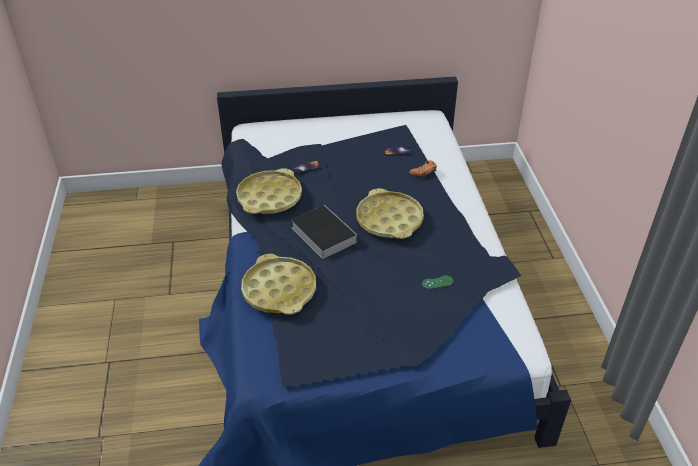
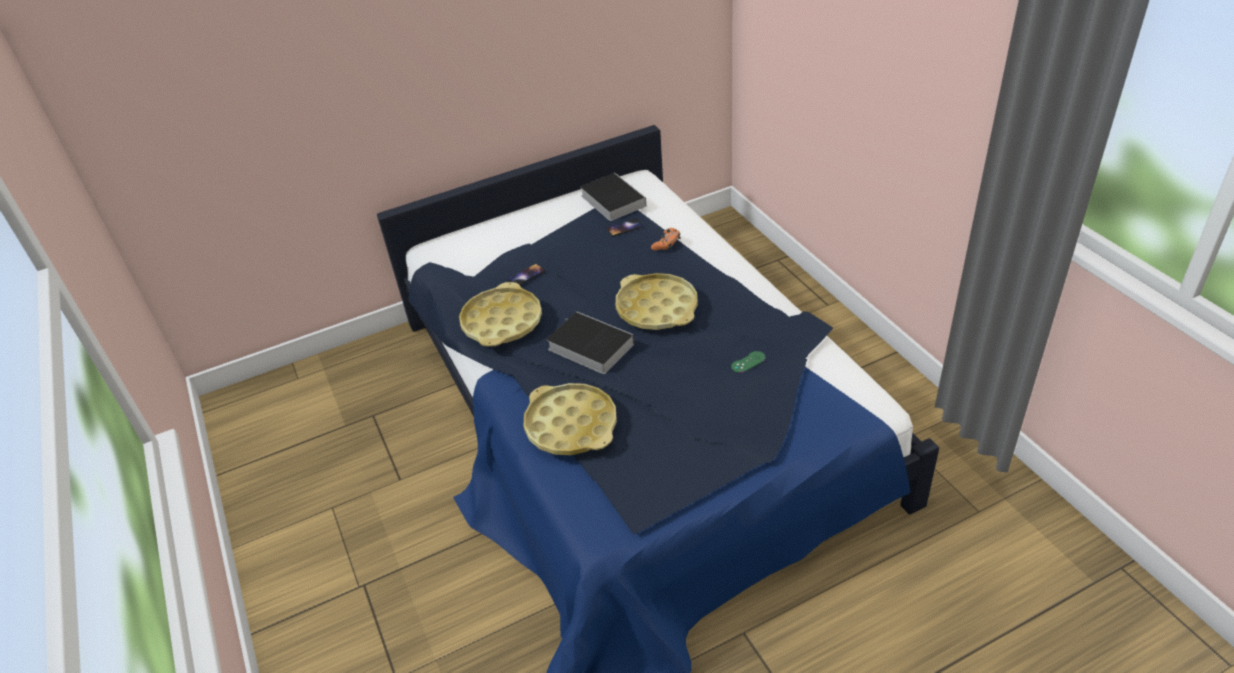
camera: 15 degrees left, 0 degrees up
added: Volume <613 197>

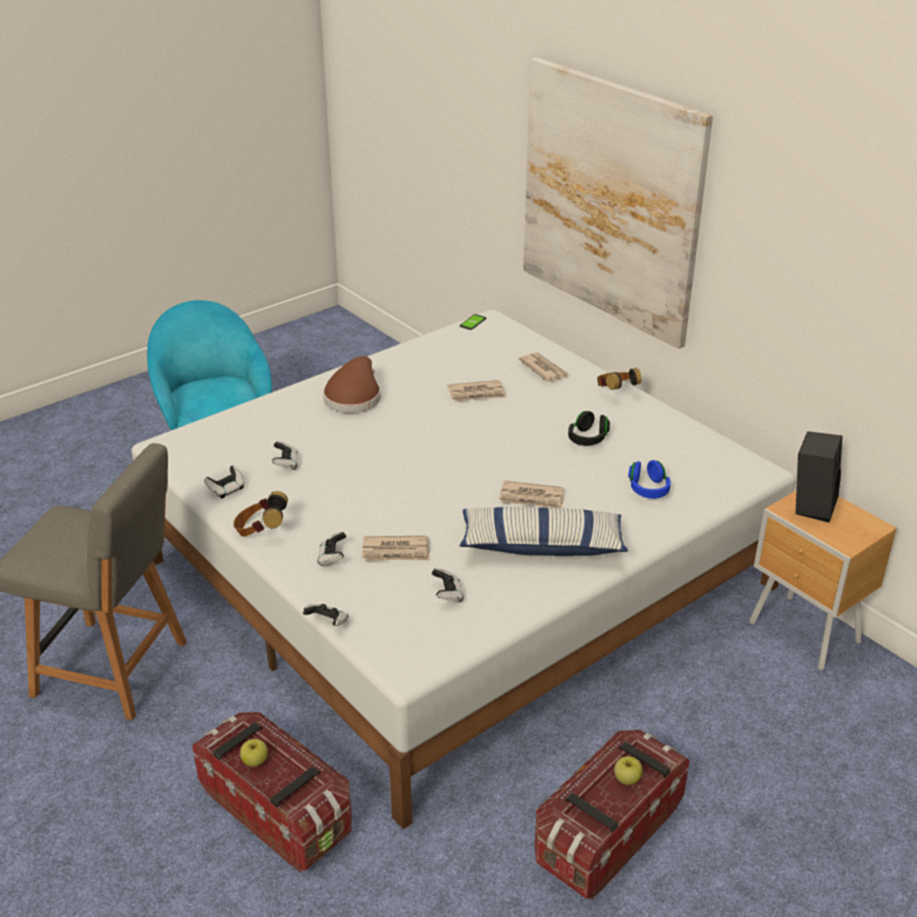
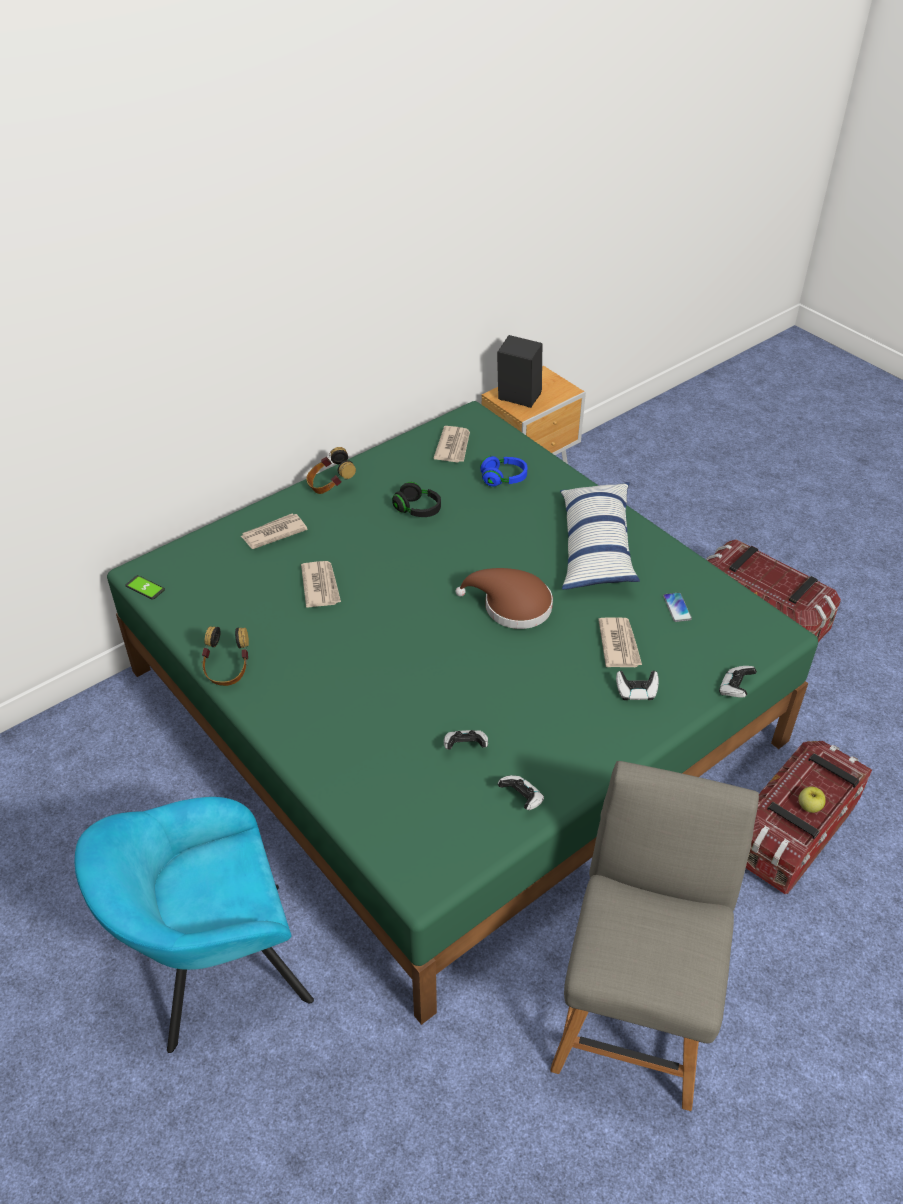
camera: 90 degrees left, 10 degrees up
removed: WallPicture <618 203>; Apple <628 770>
moved: Headset <261 514> to <225 656>; BrownColouredHat <352 384> to <504 598>; Newspaper <531 494> to <451 444>
replaced: Gamepad <448 585> to Phone <677 607>
recoloured: WhitishBed <463 569> to GreenColouredBed <462 713>

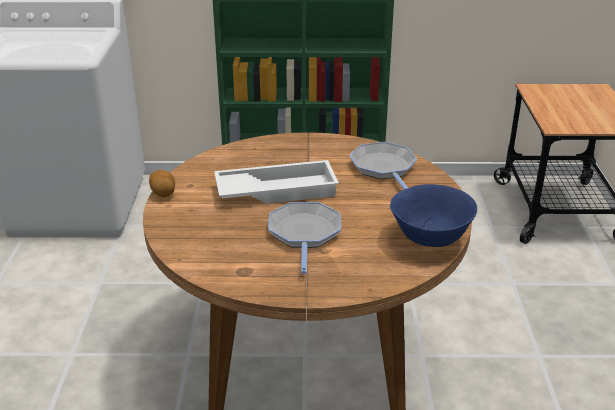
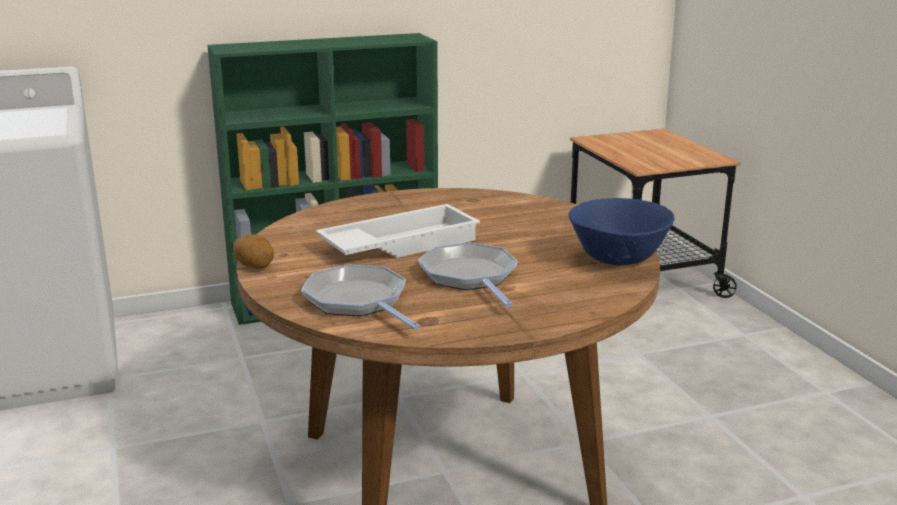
camera: 20 degrees left, 10 degrees down
moved: FryingPan <383 165> to <360 297>

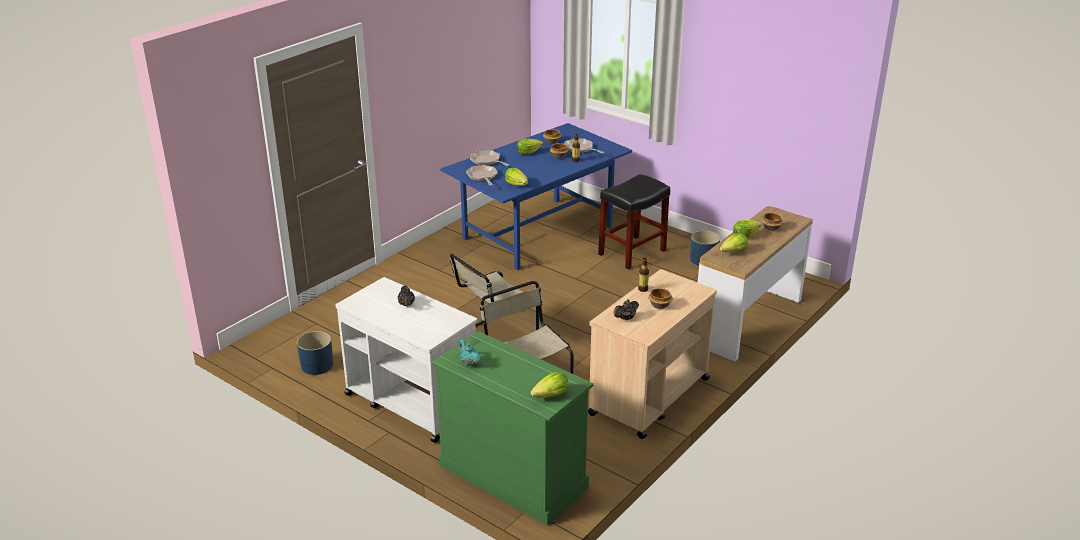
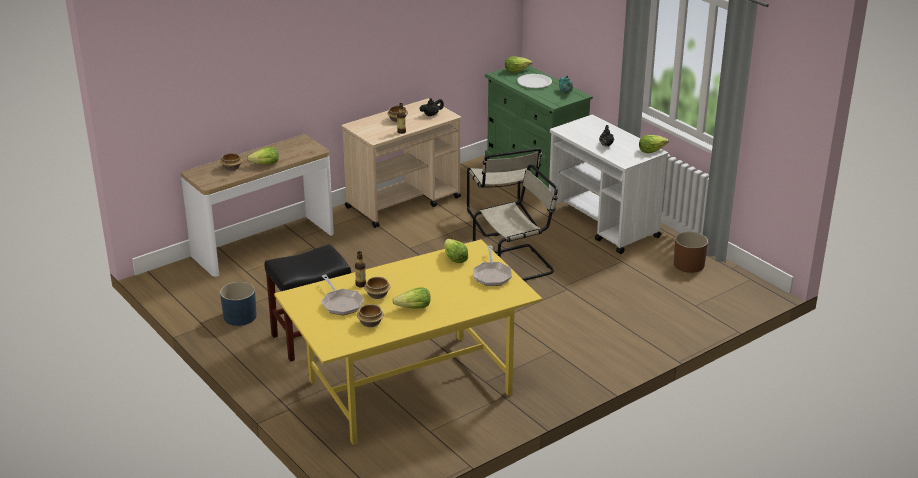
camera: 165 degrees left, 0 degrees up
removed: FryingPan <489 158>
added: WhitishPlate <534 81>
moved: HeadOfLettuce <734 243> to <654 144>
recoloured: BlueFlowerPot <315 353> to BrownColouredFlowerPot <691 252>; BlueDiningTable <536 196> to YellowishDiningTable <408 342>

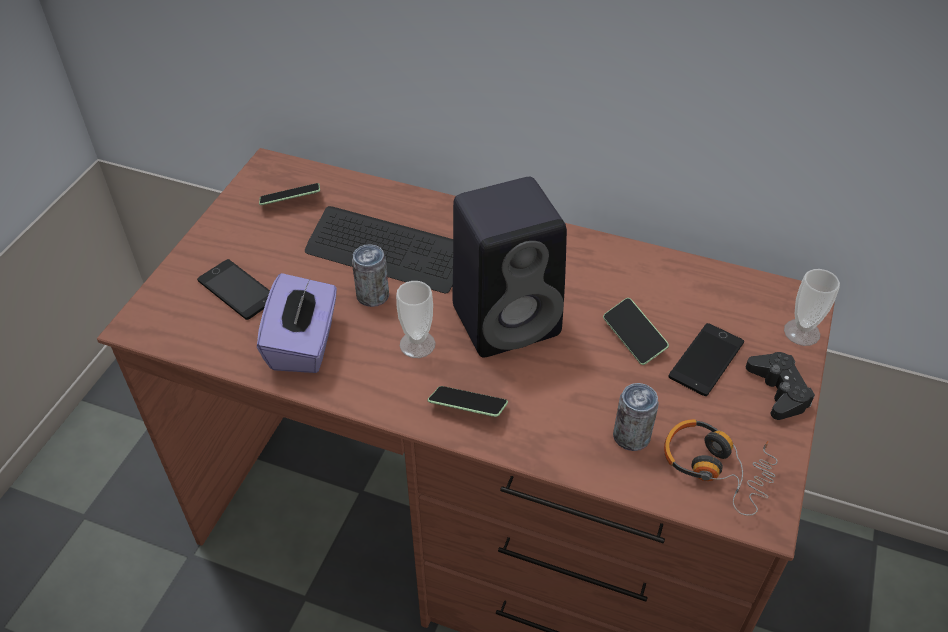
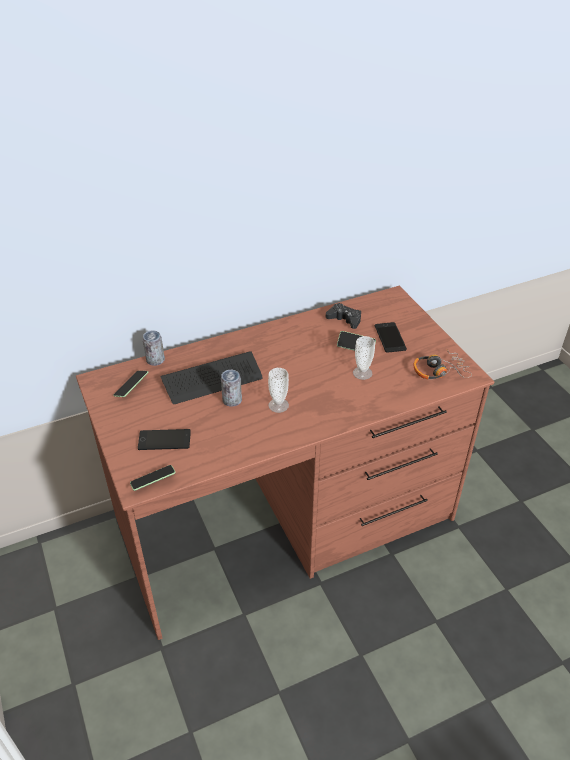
camera: 45 degrees left, 5 degrees down
removed: PurpleTissueHolder <297 323>; BlackLoudspeaker <509 267>
moved: Phone <468 401> to <153 478>; SealedCan <636 417> to <154 348>; BlackGamepad <780 386> to <343 316>; DrinkingCup <812 307> to <364 358>

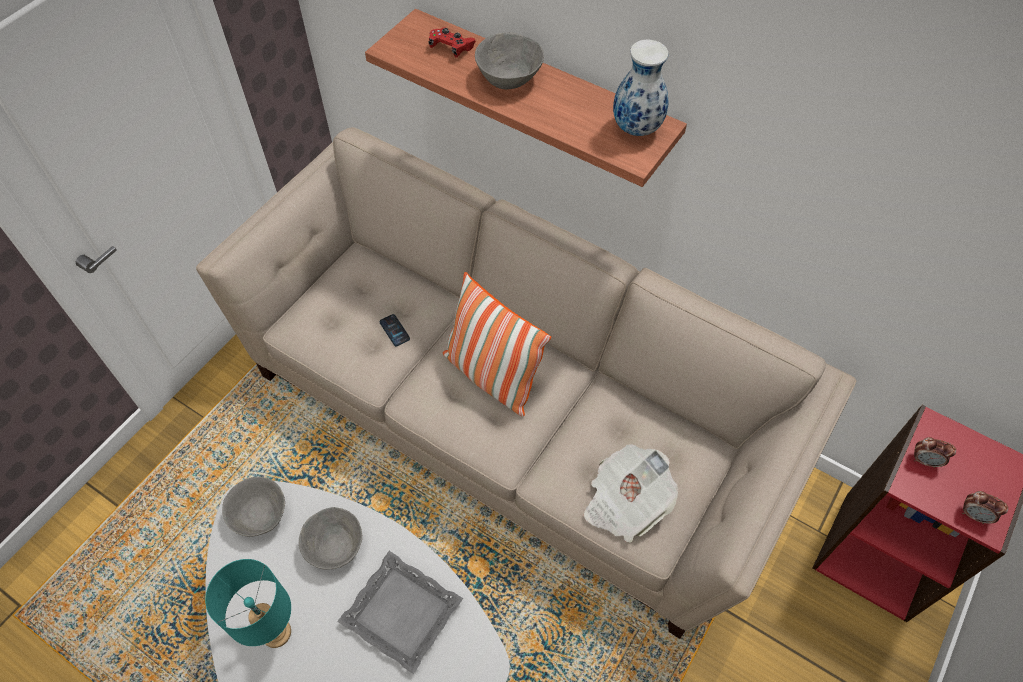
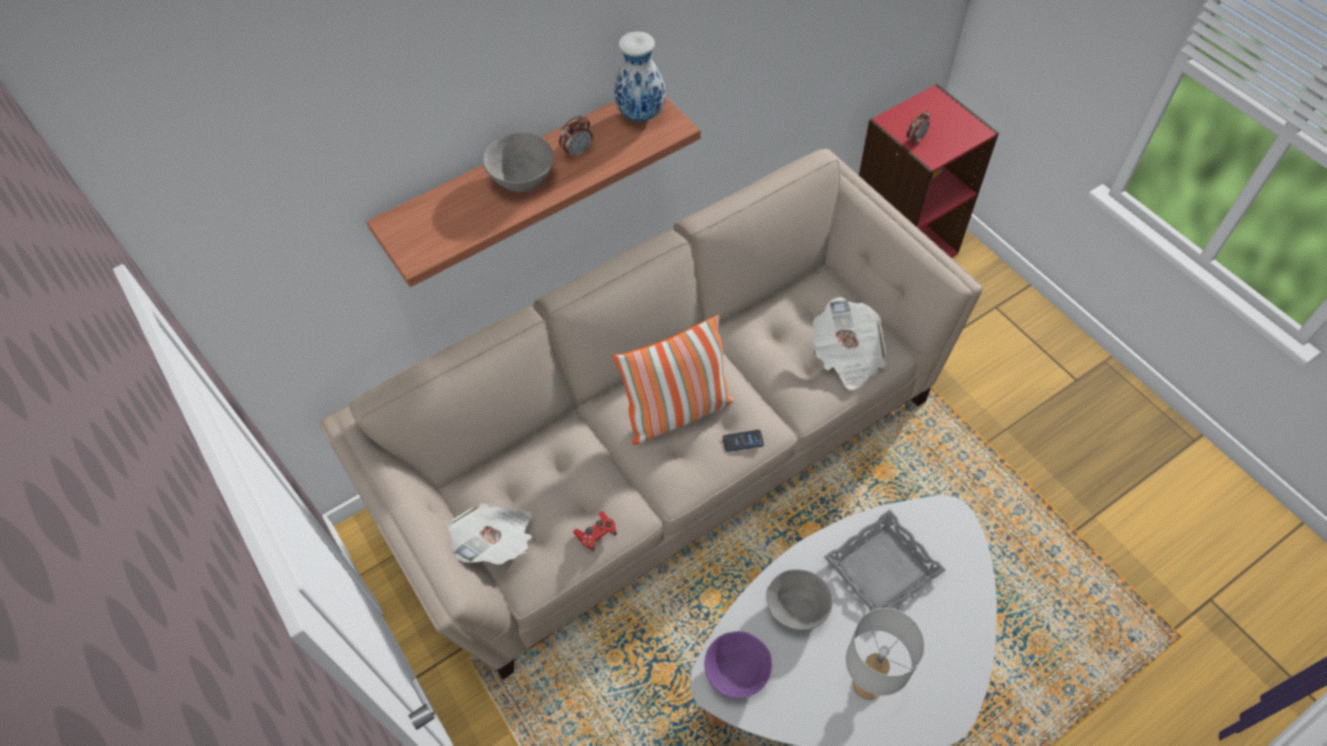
camera: 65 degrees left, 0 degrees up
added: Newspaper <488 534>
moved: Phone <394 330> to <743 441>; ReddishGamepad <452 42> to <595 531>; AlarmClock <985 507> to <576 138>
recoloured: TurquoiseColouredTableLamp <248 603> to GrayTableLamp <885 654>; GrayBowl <253 506> to PurpleBowl <738 664>

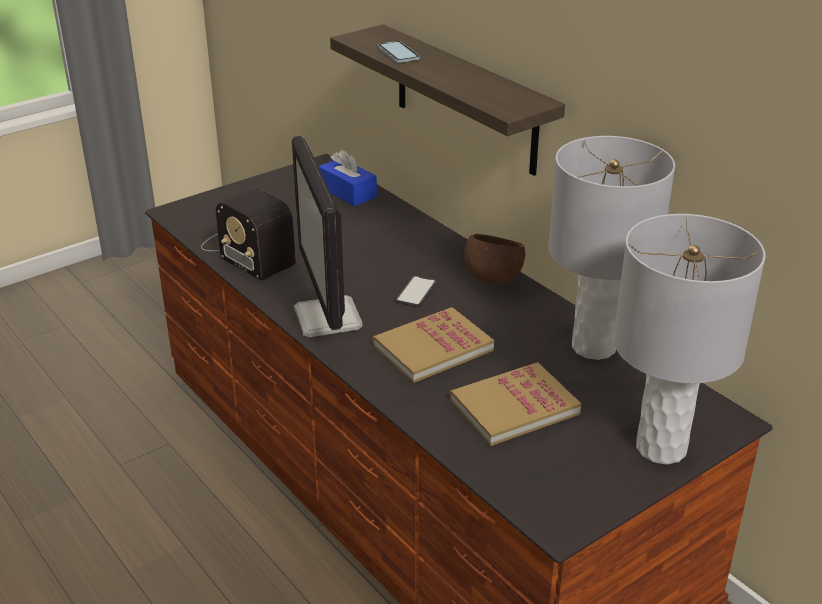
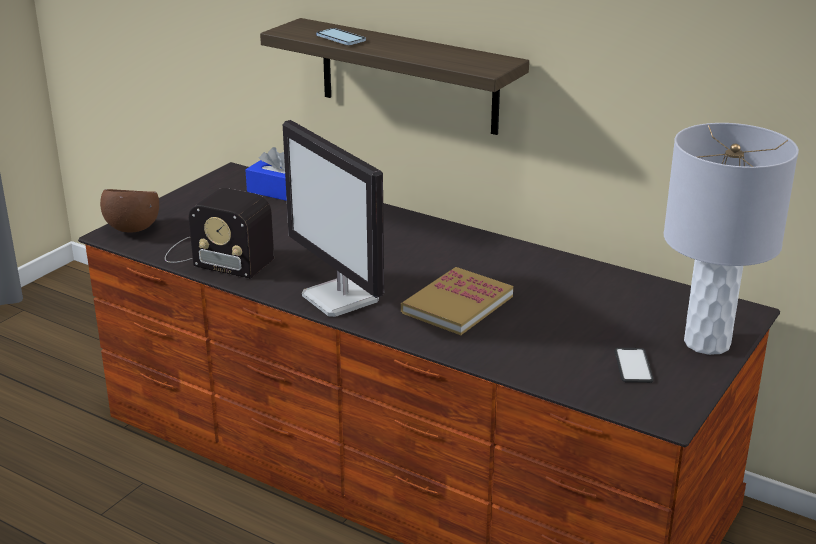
camera: 20 degrees left, 5 degrees down
removed: Volume <515 404>; GrayTableLamp <611 248>
moved: Phone <416 291> to <634 365>; BrownColouredBowl <494 259> to <129 211>

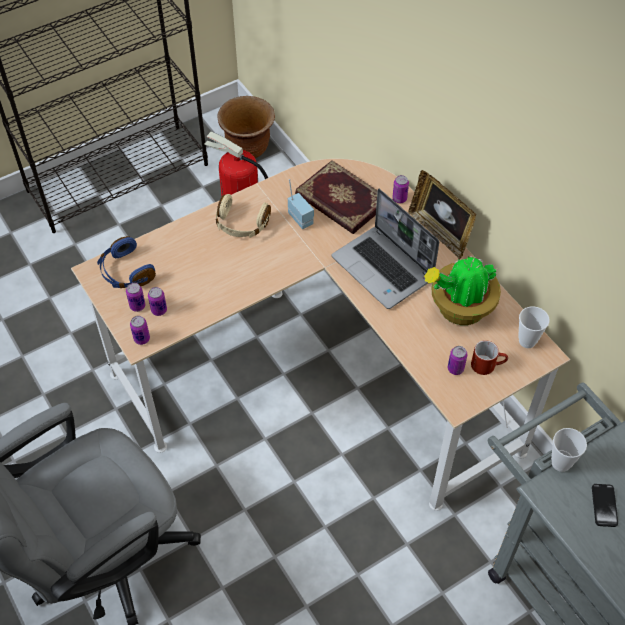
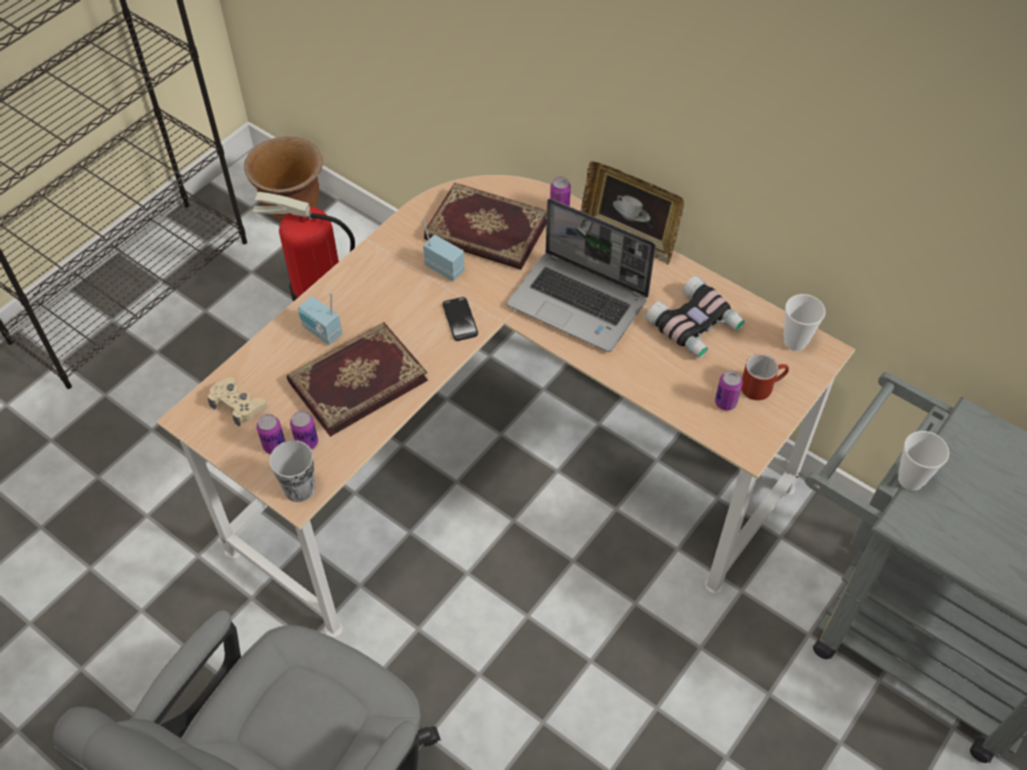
camera: 20 degrees left, 0 degrees up
removed: BeigeColouredHeadset <243 216>
added: Volume <357 379>; RadioSet <320 318>
moved: Phone <605 505> to <460 319>
replaced: BlueHeadset <126 262> to BeigeColouredGamepad <237 402>; SealedCan <140 330> to DrinkingCup <292 471>; Houseplant <462 290> to PairOfBinoculars <695 317>

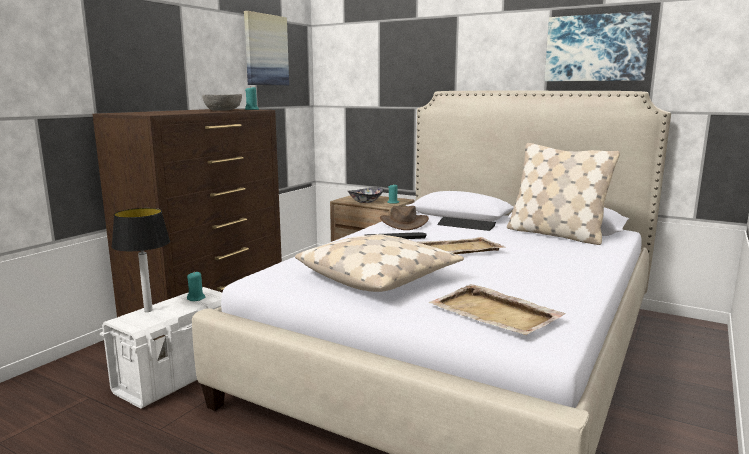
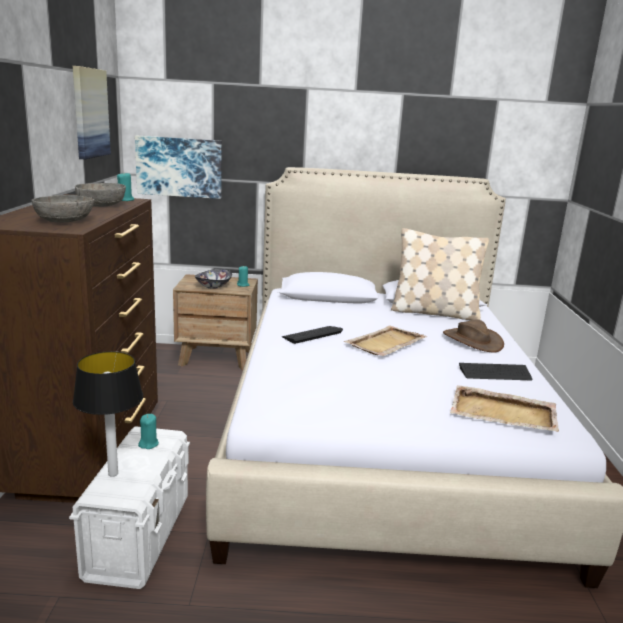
camera: 30 degrees left, 5 degrees up
removed: BeigeColouredThrowPillow <379 263>
added: GrayBowl <63 208>
moved: BrownColouredHat <404 218> to <473 336>; ComputerKeyboard <467 224> to <495 371>; WallPicture <598 46> to <178 167>

